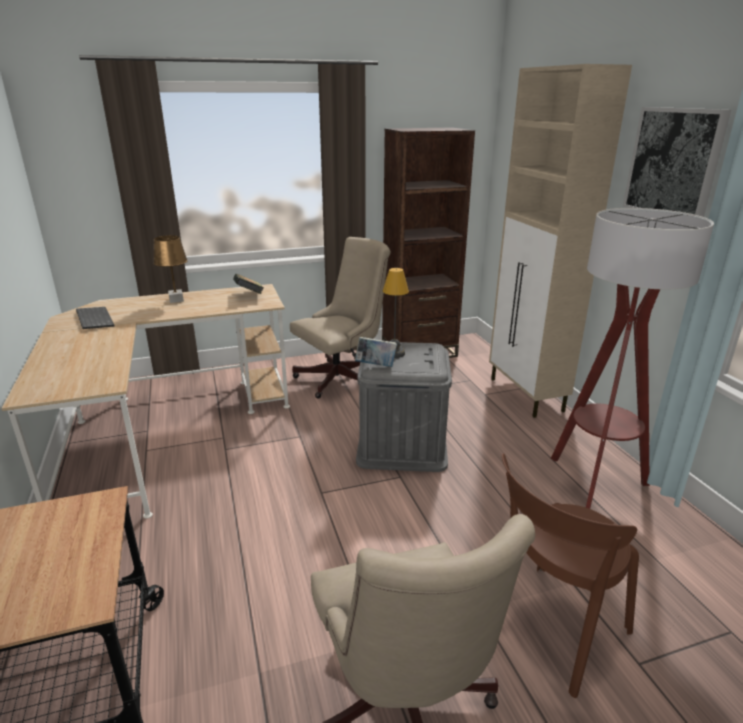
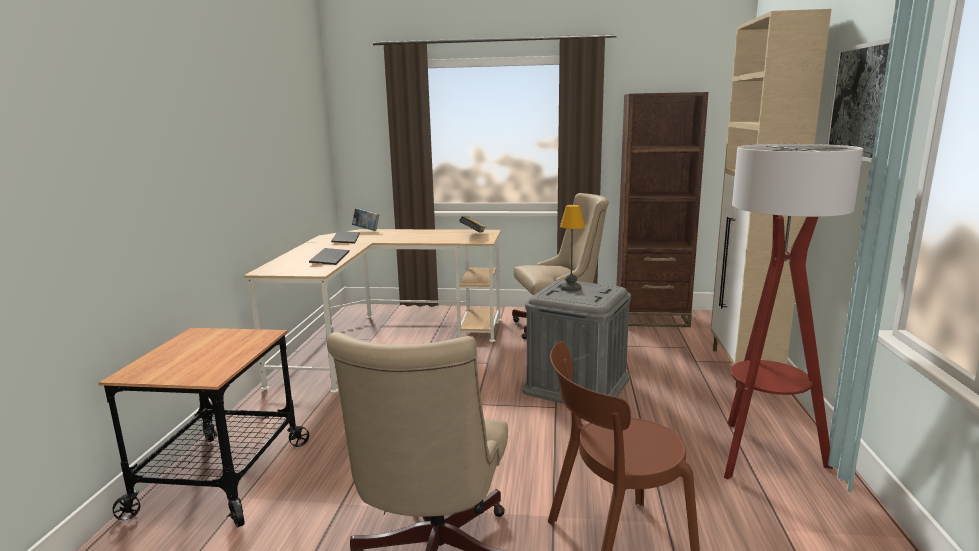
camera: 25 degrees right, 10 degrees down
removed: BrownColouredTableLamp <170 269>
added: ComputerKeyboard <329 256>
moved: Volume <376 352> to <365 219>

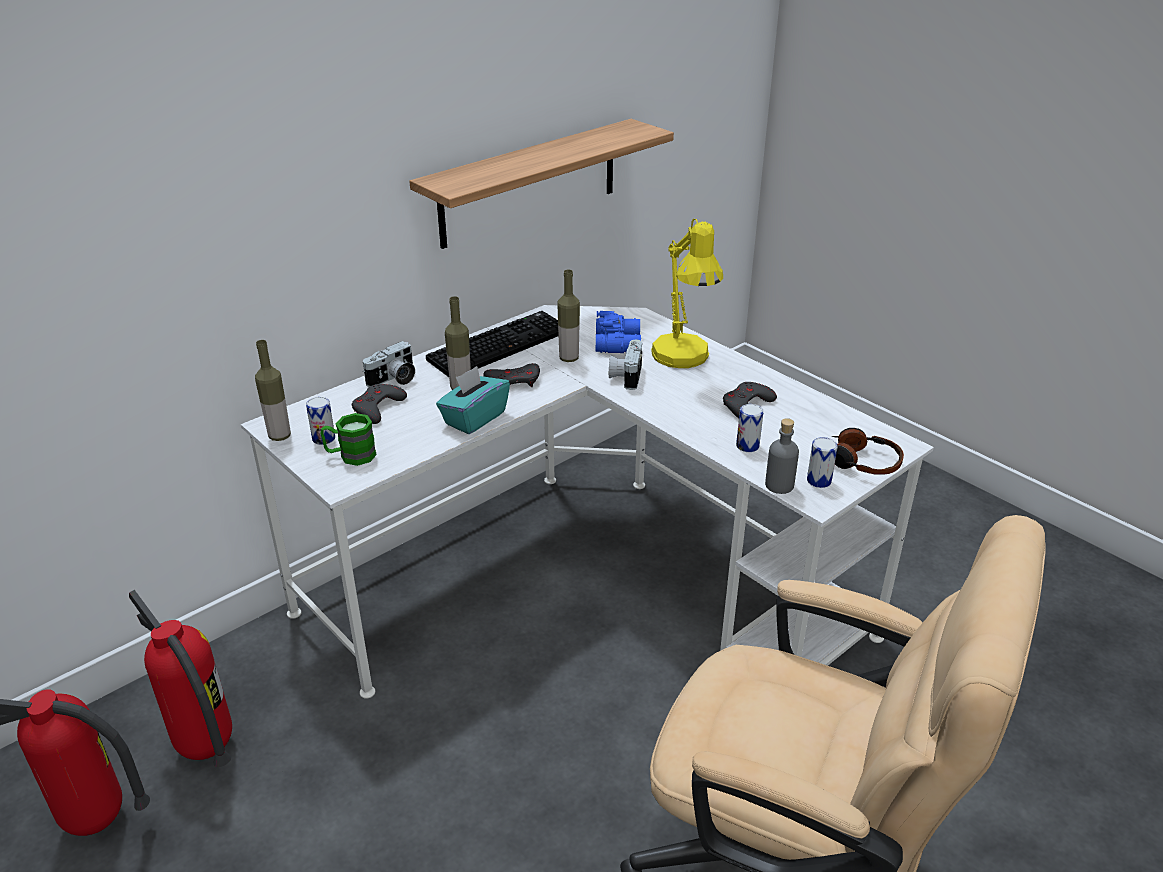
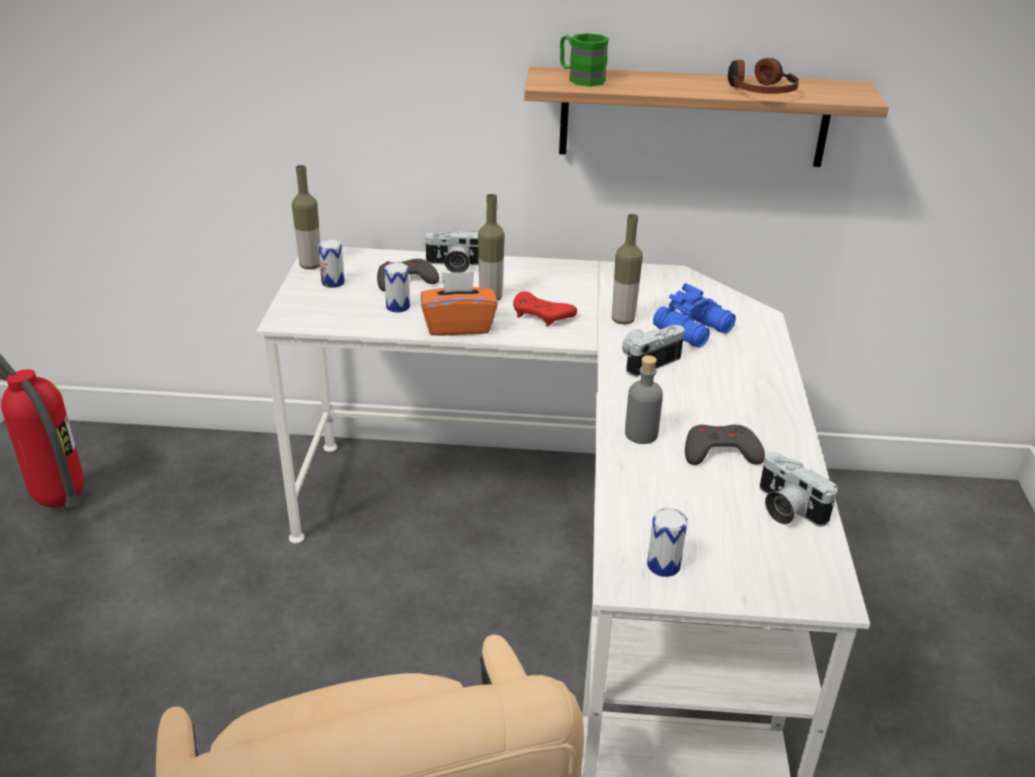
camera: 45 degrees right, 0 degrees up
removed: Extinguisher <180 678>; ComputerKeyboard <492 344>; YellowishTableLamp <687 293>
added: StillCamera <798 489>
moved: GreenColouredCoffeeMug <348 439> to <584 59>; SealedCan <750 428> to <397 287>; GrayBeverageBottle <782 456> to <644 399>; Headset <868 451> to <763 76>
recoloured: TurquoiseColouredTissueHolder <473 400> to OrangeTissueHolder <459 304>; GrayGamepad <512 375> to ReddishGamepad <545 309>

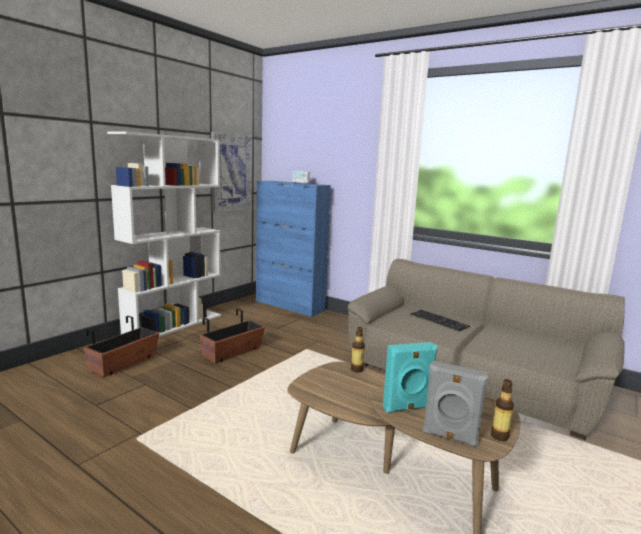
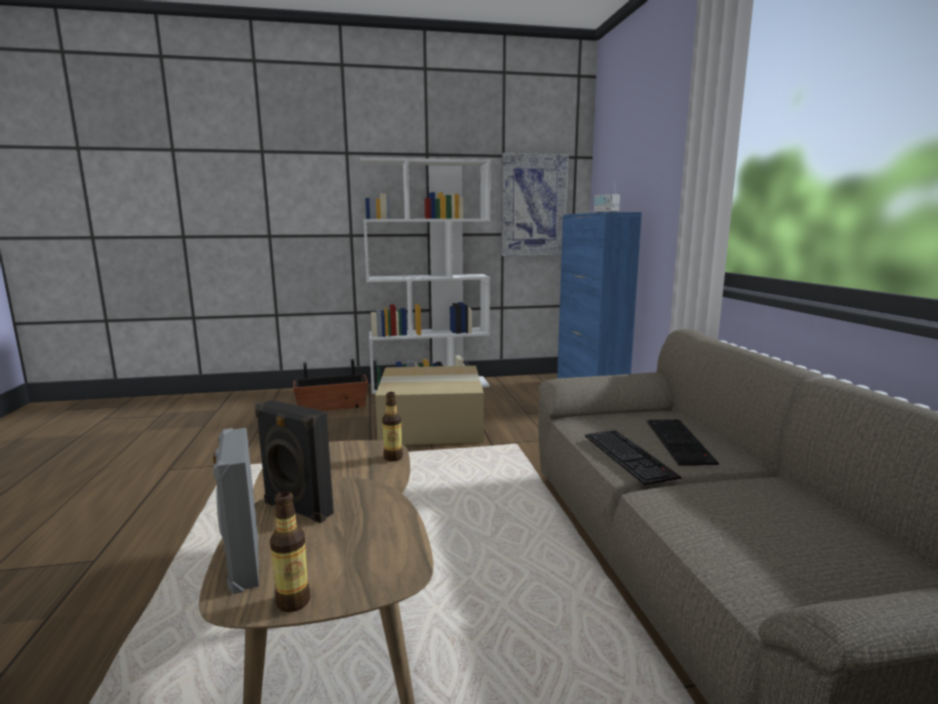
camera: 45 degrees right, 0 degrees up
added: ComputerKeyboard <633 457>
replaced: FlowerPot <232 336> to PackingBox <429 405>
recoloured: TurquoiseColouredLoudspeaker <410 377> to BlackLoudspeaker <294 461>

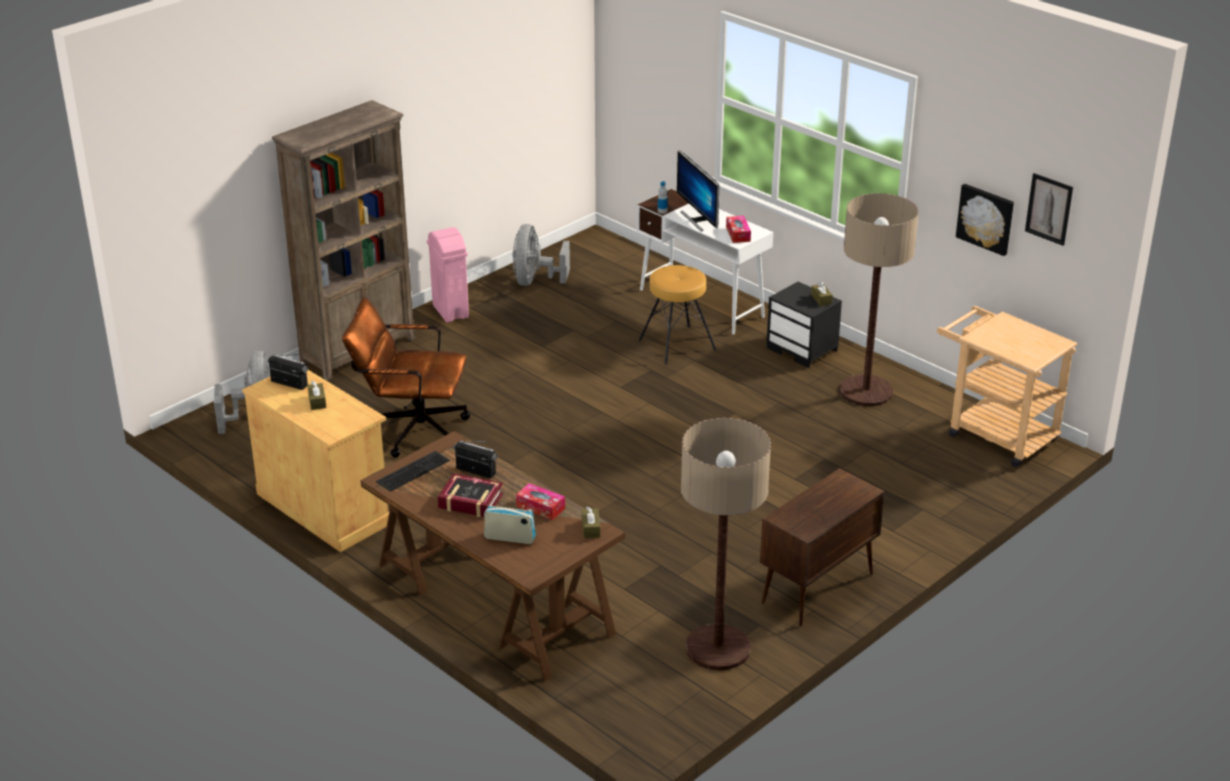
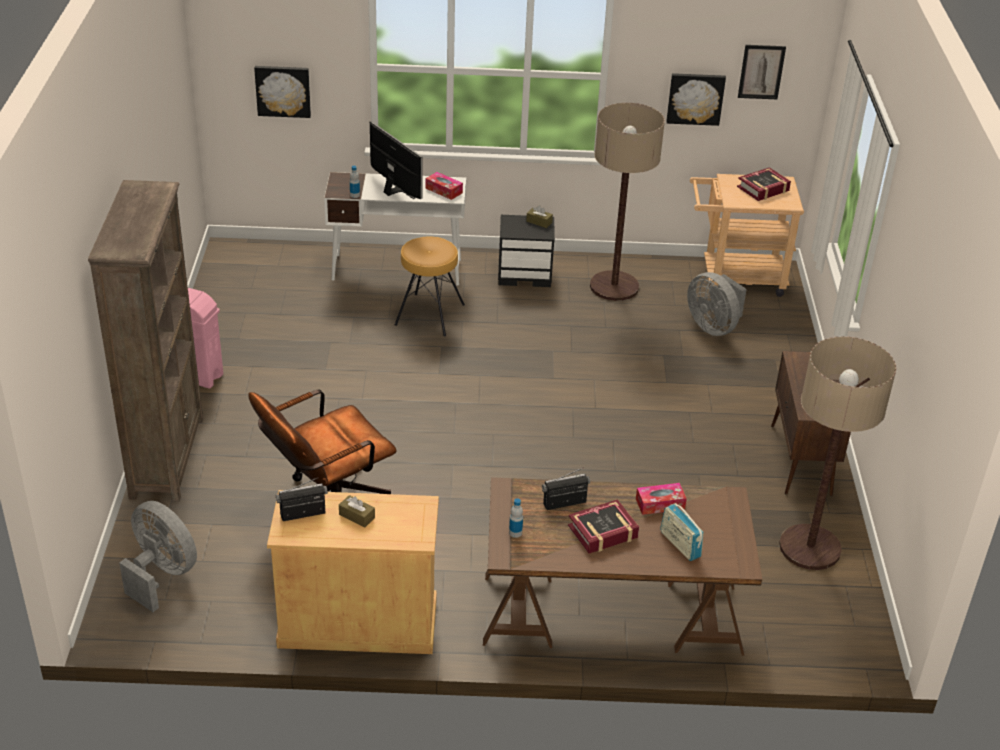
camera: 45 degrees left, 5 degrees up
removed: BrownColouredTissueHolder <591 522>
added: WallPicture <282 92>; Volume <764 184>
moved: GrayCoolingFan <541 255> to <717 304>
replaced: ComputerKeyboard <413 471> to BeverageBottle <516 518>
turned: RadioSet <510 524> = <682 532> 90 degrees counterclockwise; ComputerDisplay <698 191> = <396 160> 150 degrees counterclockwise

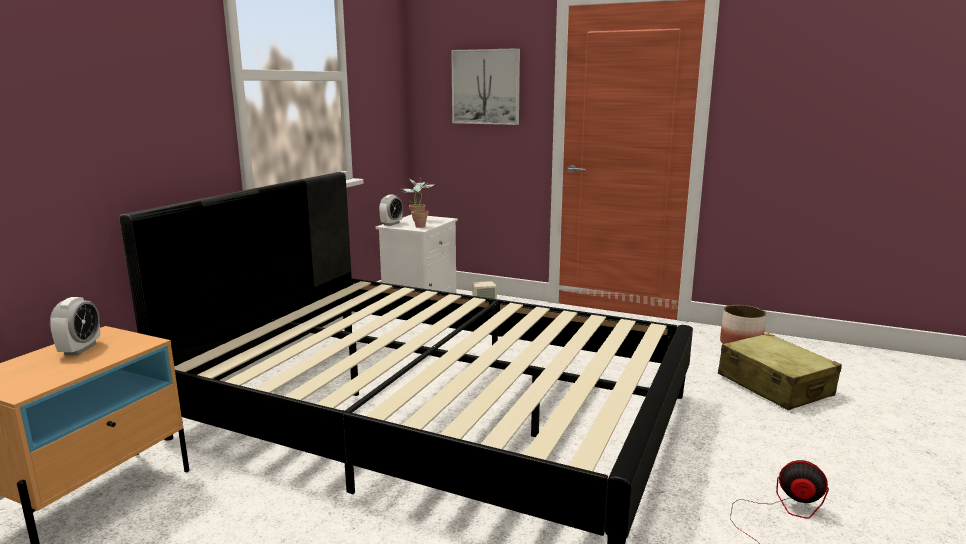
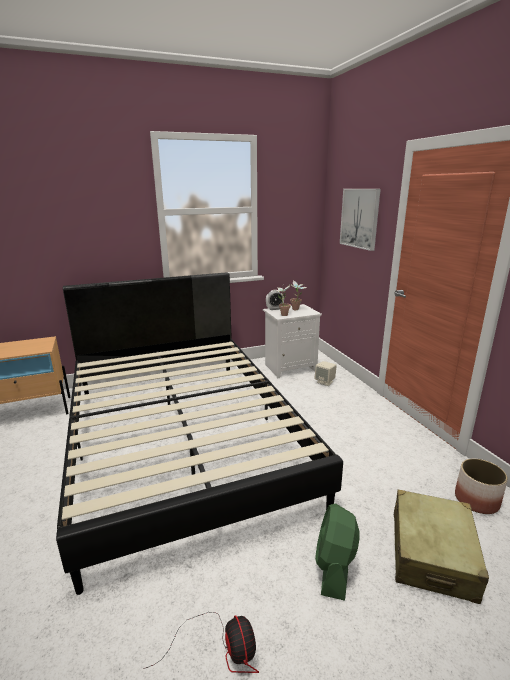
camera: 45 degrees right, 5 degrees up
removed: AlarmClock <75 326>
added: GreenColouredCoolingFan <337 552>

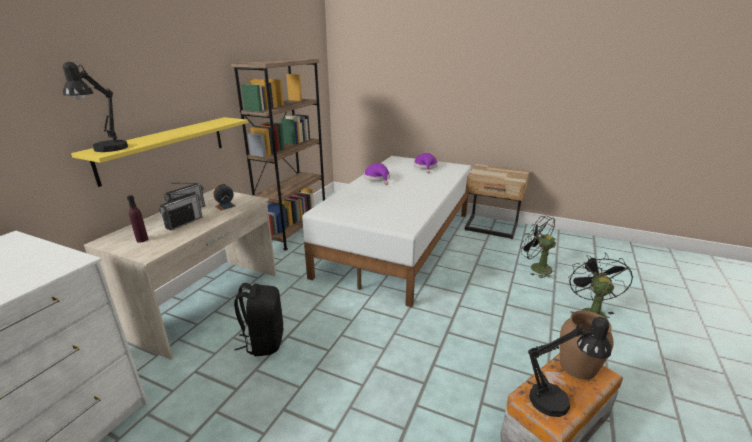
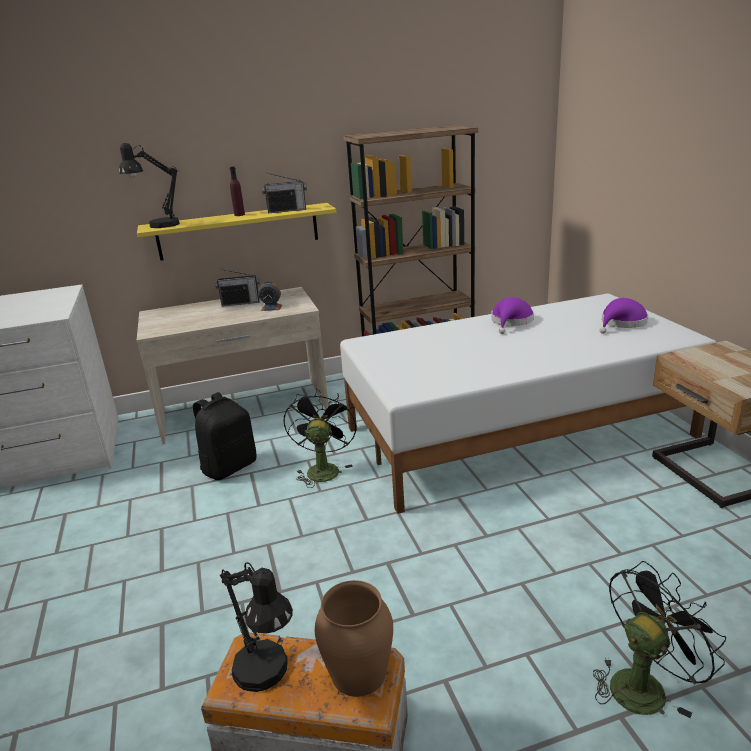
camera: 50 degrees right, 0 degrees up
moved: PurpleBeverageBottle <137 219> to <237 191>; RadioSet <181 211> to <284 193>; BlackCoolingFan <538 247> to <319 438>

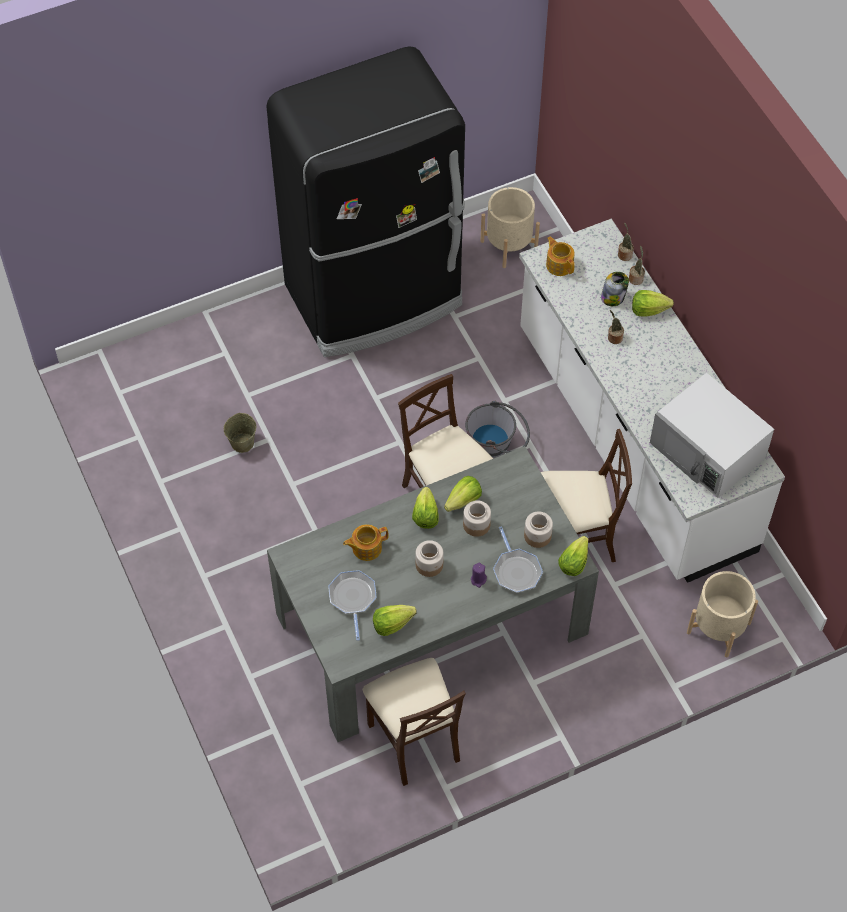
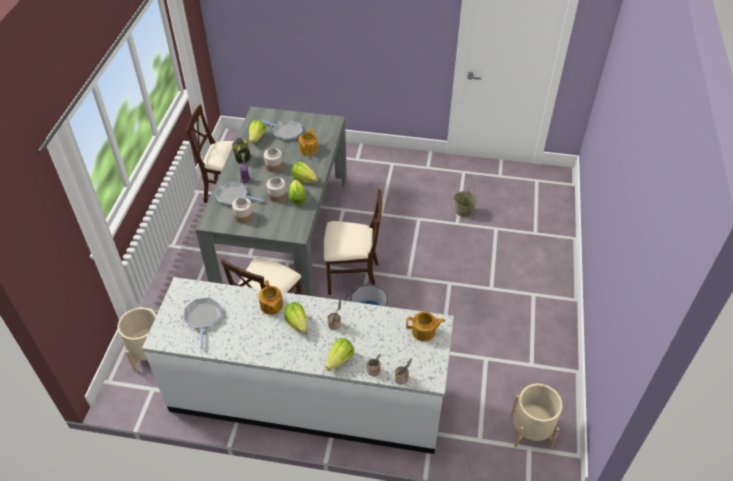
camera: 125 degrees right, 10 degrees down
removed: BlackKitchenFridge <366 201>
added: PotForTea <270 297>
moved: HeadOfLettuce <573 556> to <295 317>; PreserveJar <615 289> to <241 151>
replaced: WhitishMicrowave <712 435> to FryingPan <202 323>

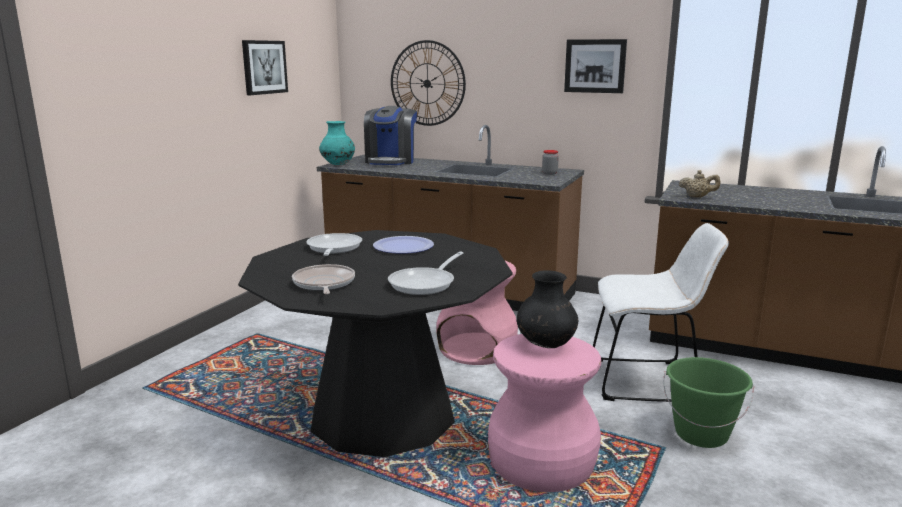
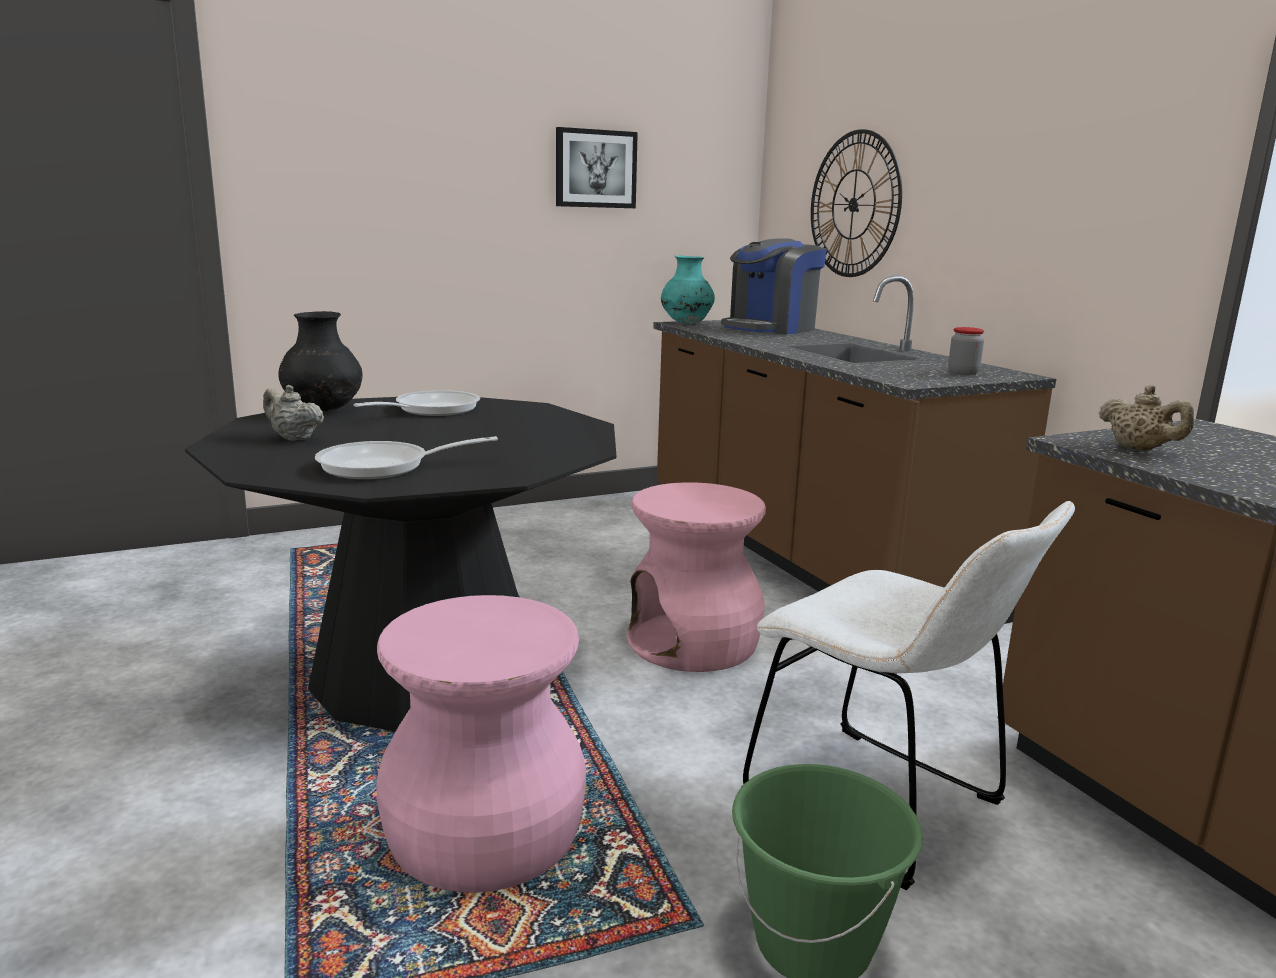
camera: 40 degrees right, 0 degrees up
removed: Plate <403 245>; WallPicture <595 66>
moved: BlackVase <547 309> to <320 361>
replaced: FryingPan <323 279> to BeigeColouredPotForTea <293 413>

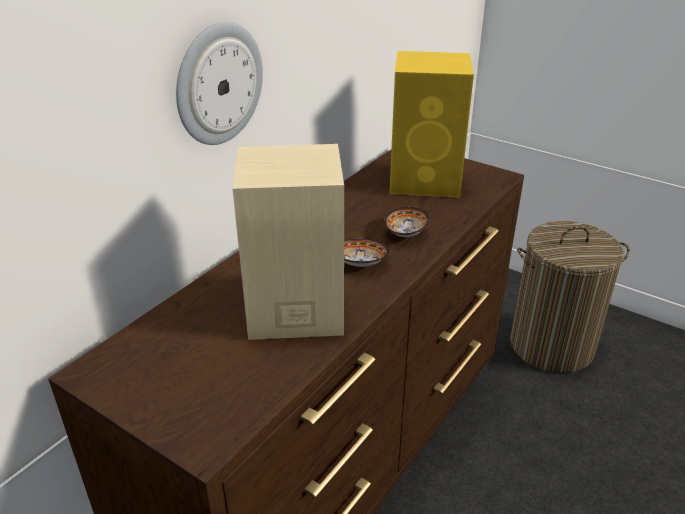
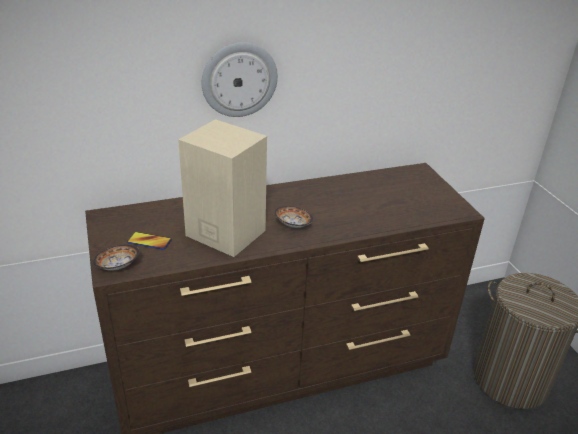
camera: 35 degrees right, 0 degrees up
removed: YellowishLoudspeaker <432 124>
added: Phone <149 241>
moved: Bowl <406 222> to <116 258>

